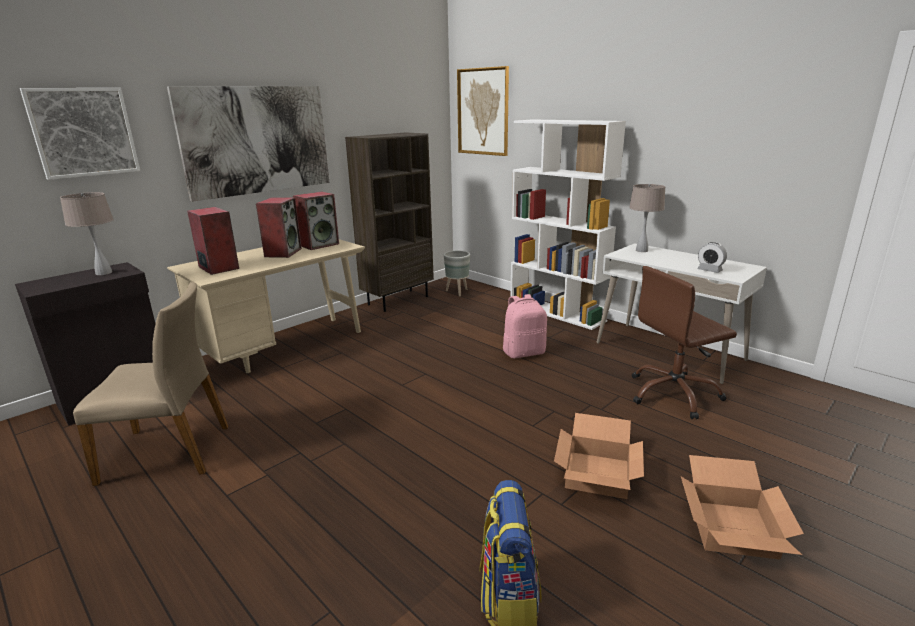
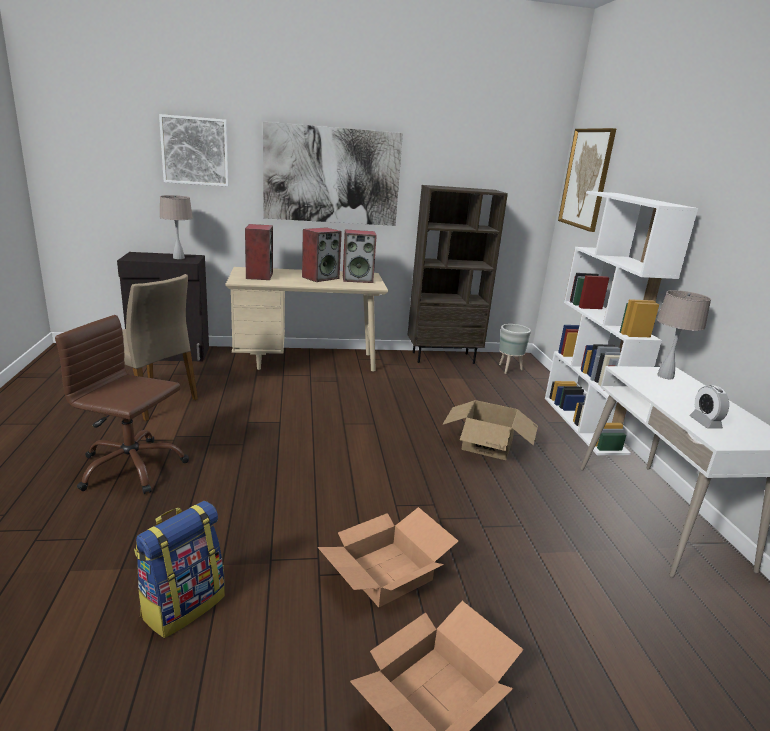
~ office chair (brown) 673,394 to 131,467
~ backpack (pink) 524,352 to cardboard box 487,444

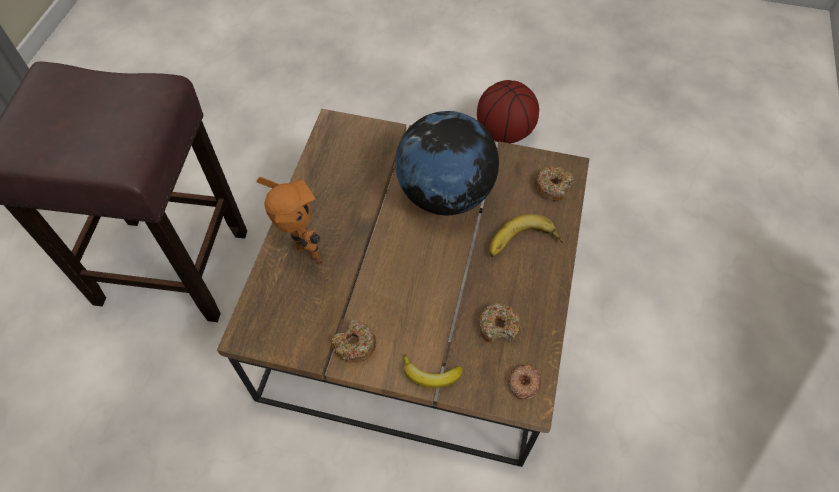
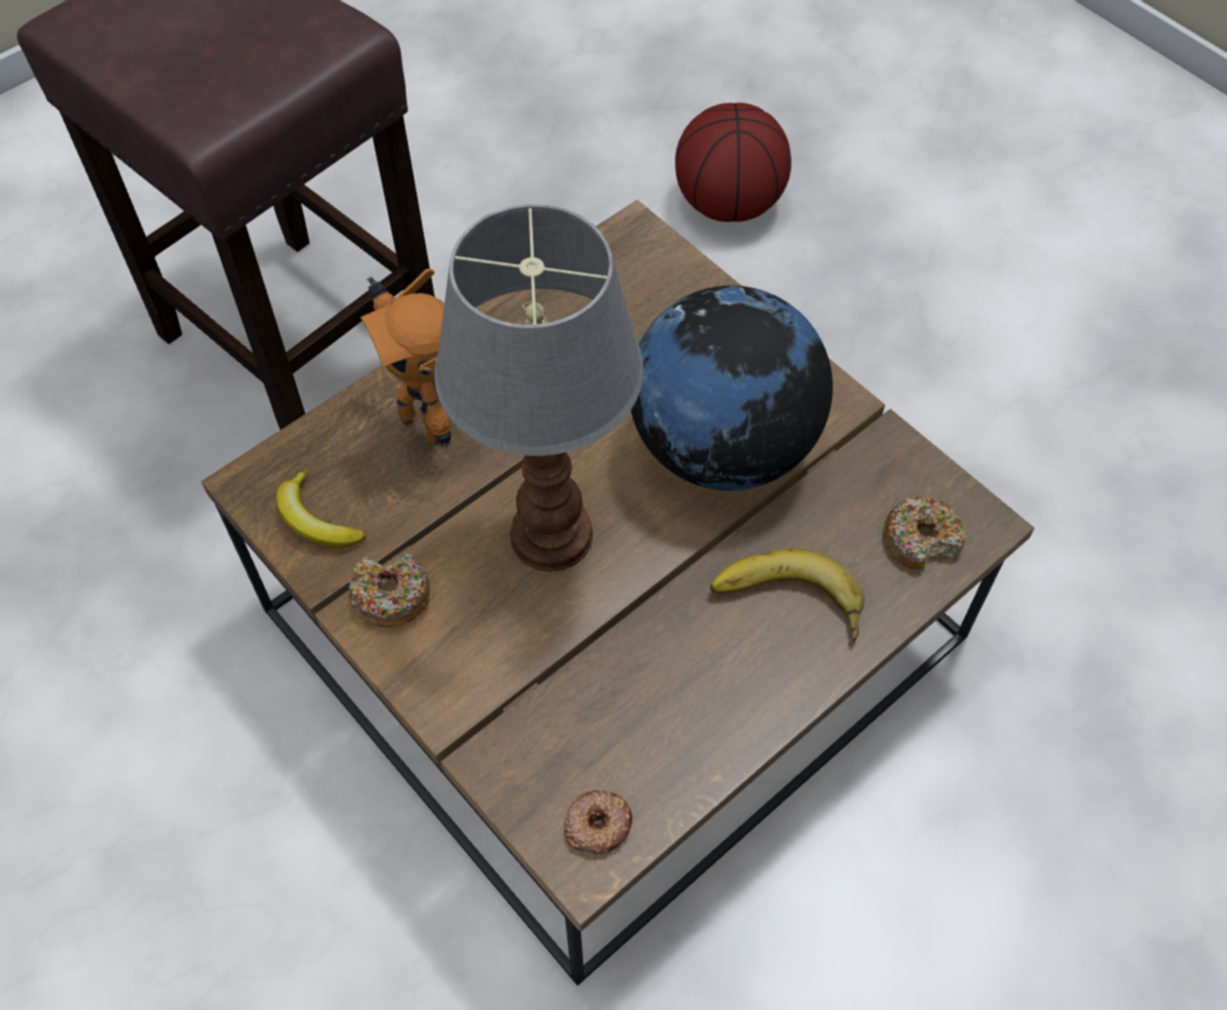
~ basketball 504,132 to 729,203
~ toy robot 306,258 = 427,421 150 degrees clockwise
- donut 498,326
~ banana 430,375 to 316,520
+ table lamp 549,533

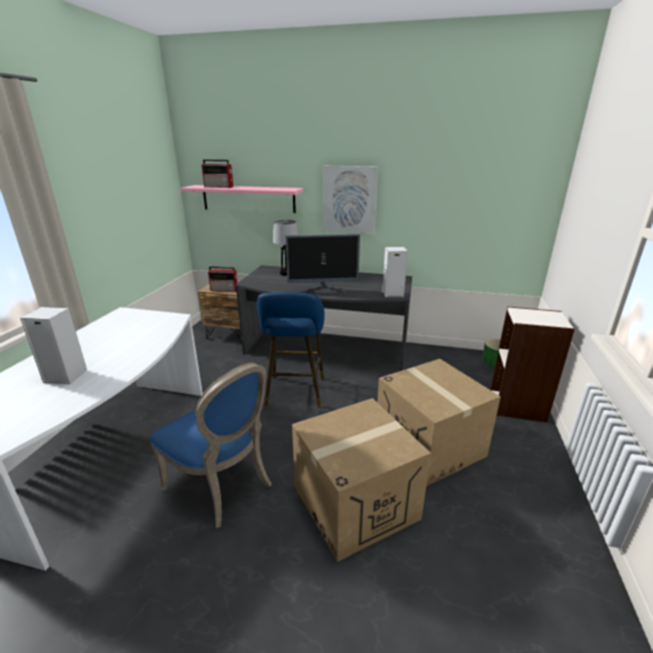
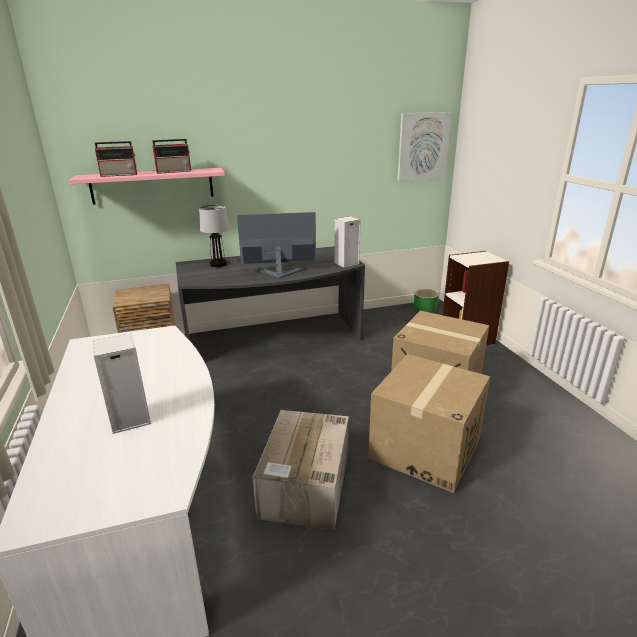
~ picture 349,199 to 423,146
~ monitor 322,290 = 279,273 150 degrees counterclockwise
~ radio 225,290 to 174,171
- stool (blue) 295,394
~ chair (blue) 223,486 to cardboard box 305,485

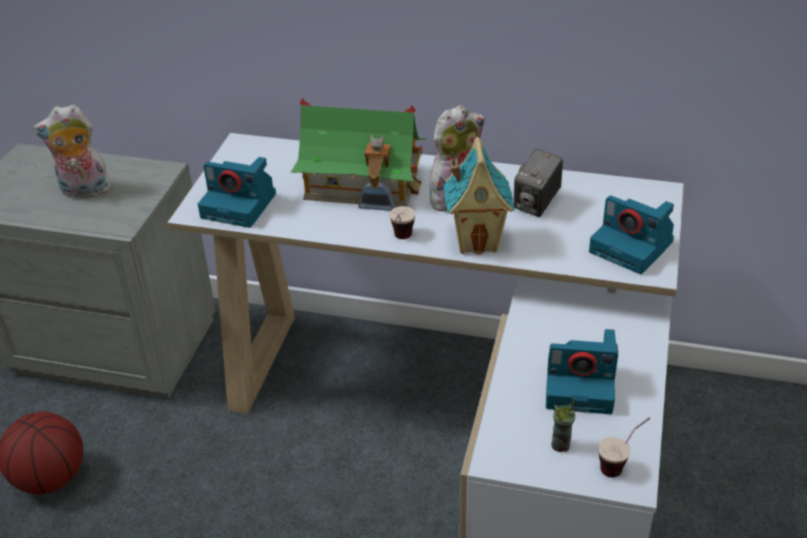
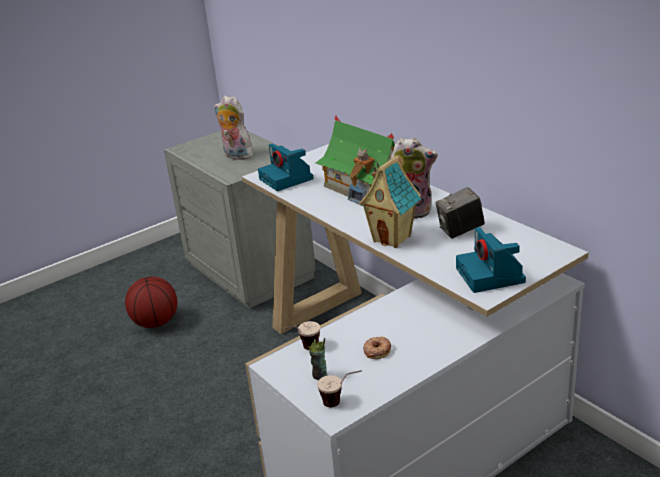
~ cup 401,241 to 303,350
~ photo camera 581,385 to donut 377,350

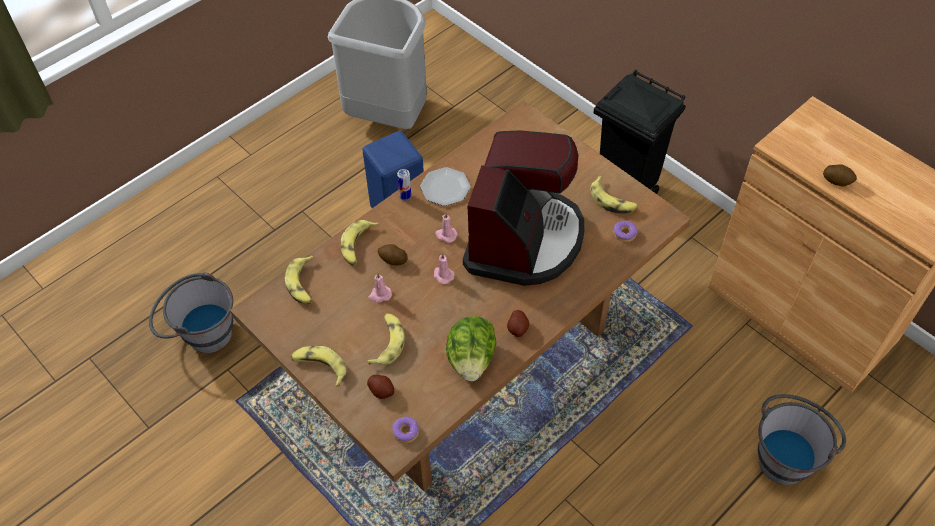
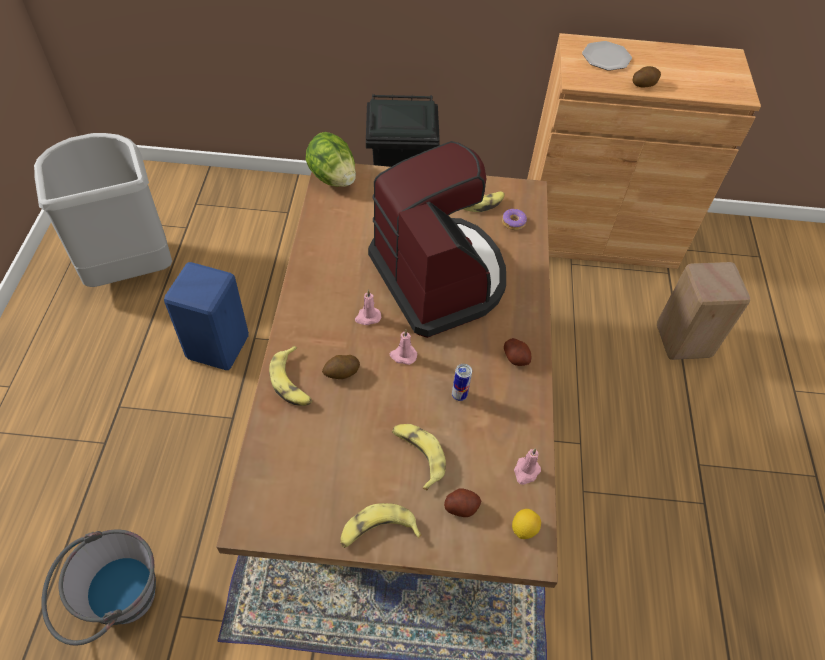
~ plate 445,188 to 606,58
~ can 405,197 to 459,395
- banana 303,285
~ candle (pink) 380,295 to 526,471
~ lettuce 471,359 to 332,178
~ bucket (grey) 786,454 to stool (beige) 684,339
~ donut 406,432 to lemon 524,528

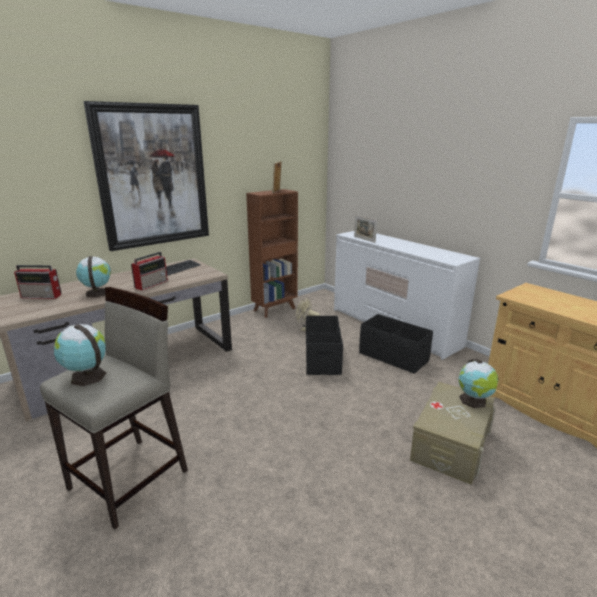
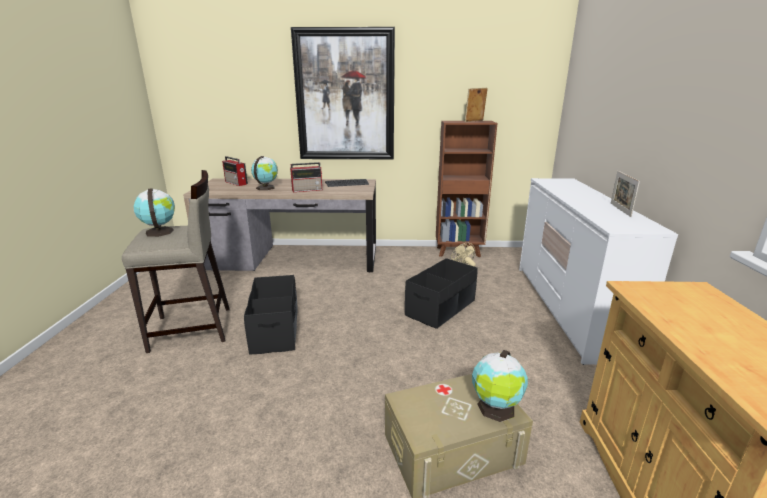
~ picture frame 364,239 to 620,210
~ storage box (black) 393,356 to 276,329

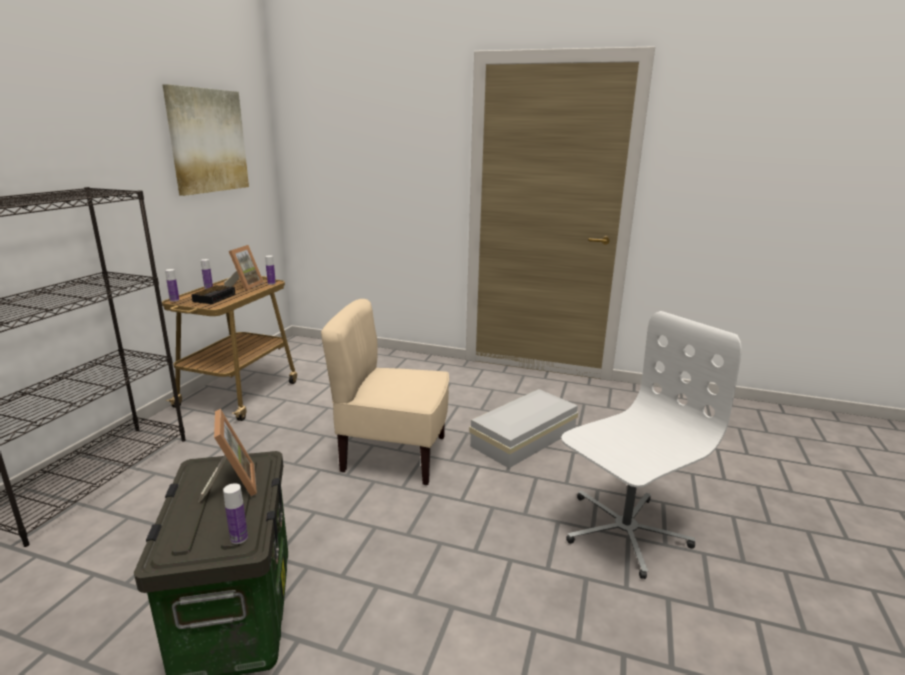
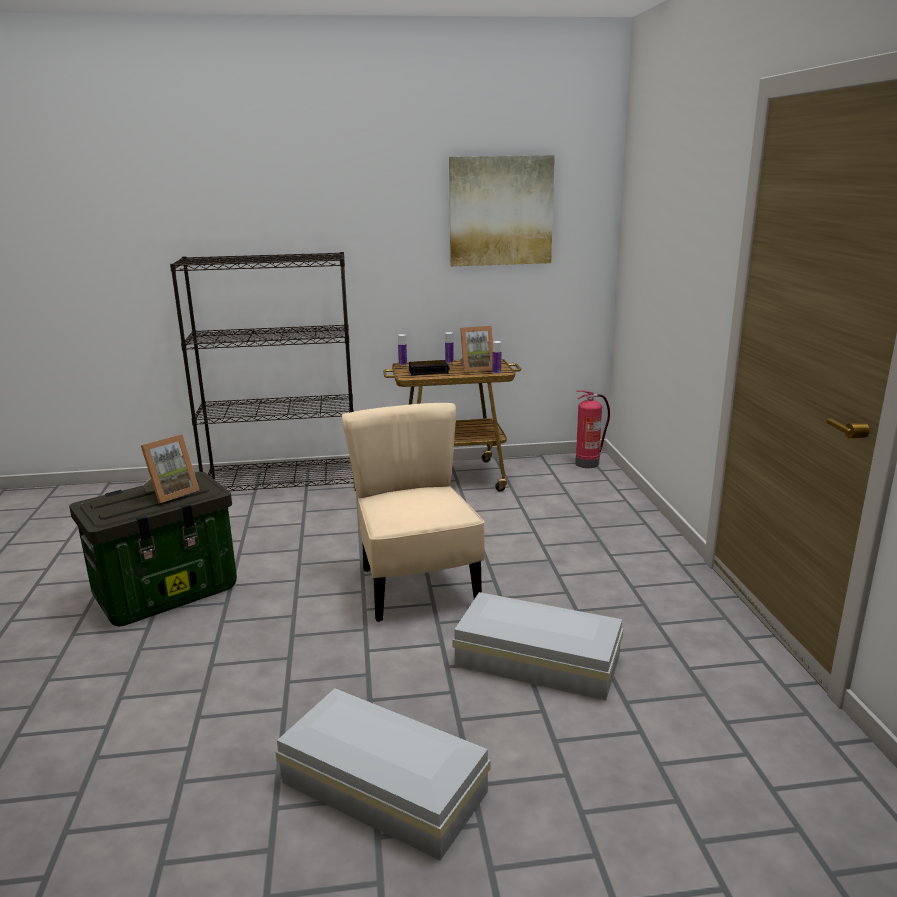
~ office chair (white) 623,531 to storage box (white) 384,790
- bottle 239,538
+ fire extinguisher 588,463

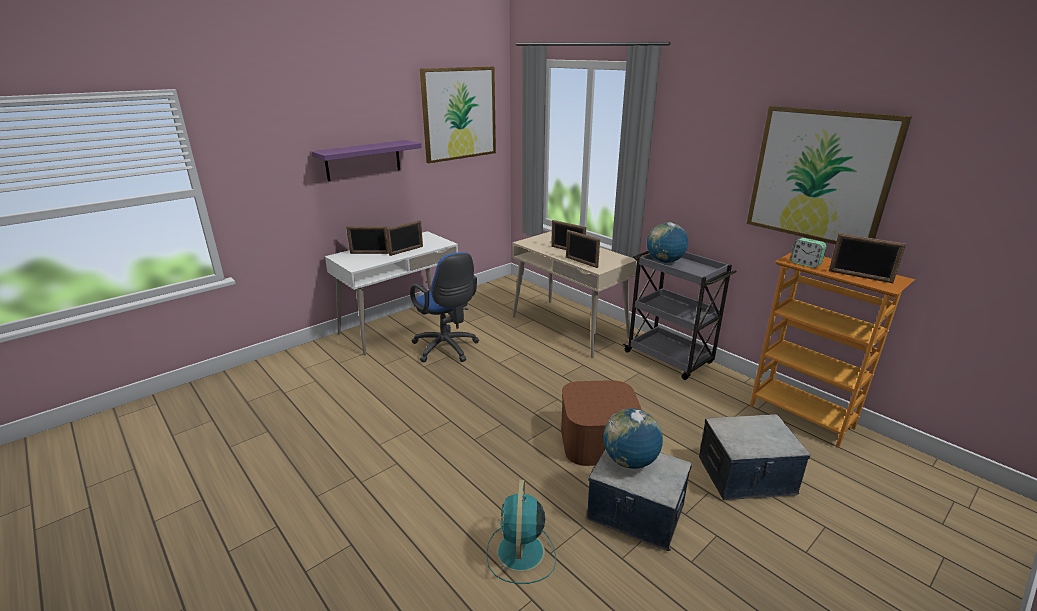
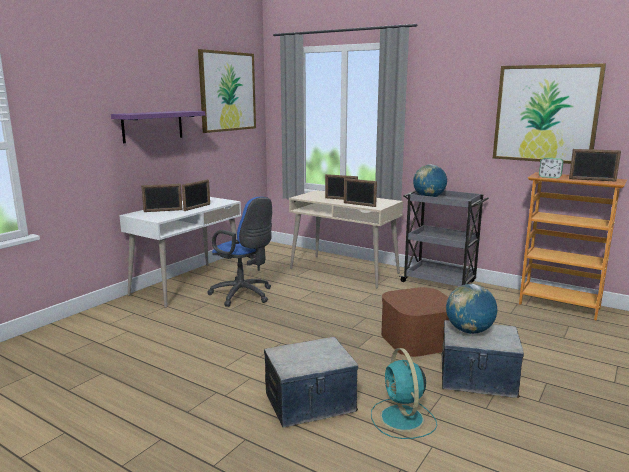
~ storage box 746,476 to 310,403

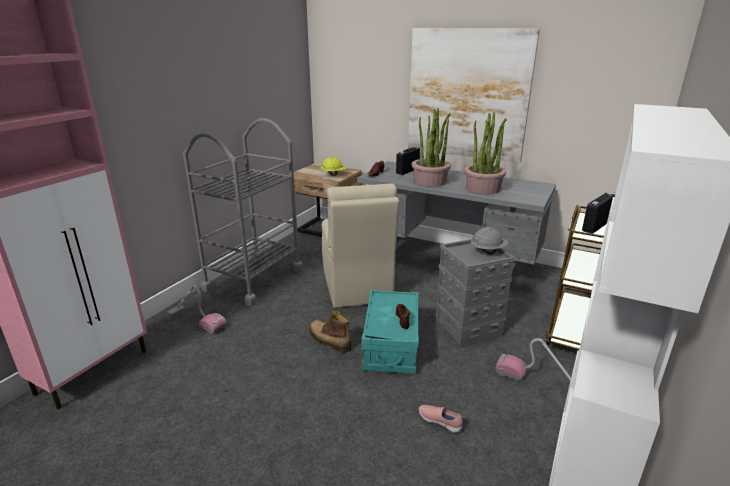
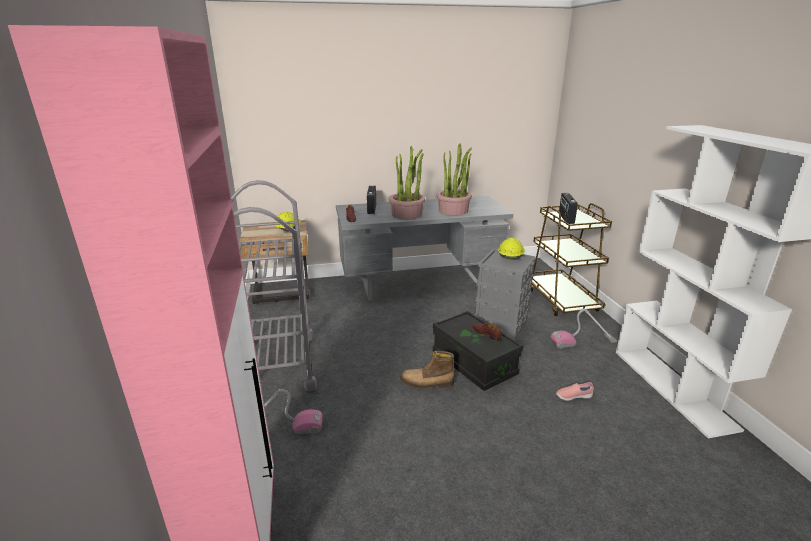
- picture 467,94
- chair (beige) 356,287
~ hard hat (grey) 488,251 to hard hat (yellow) 510,258
~ storage box (turquoise) 391,345 to storage box (black) 474,363

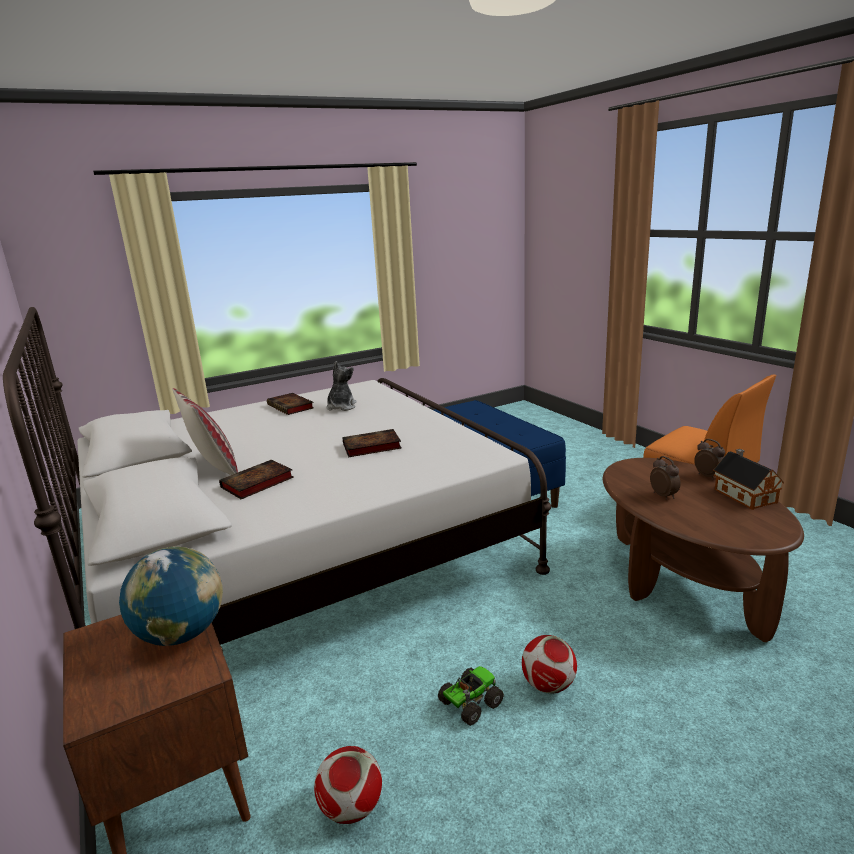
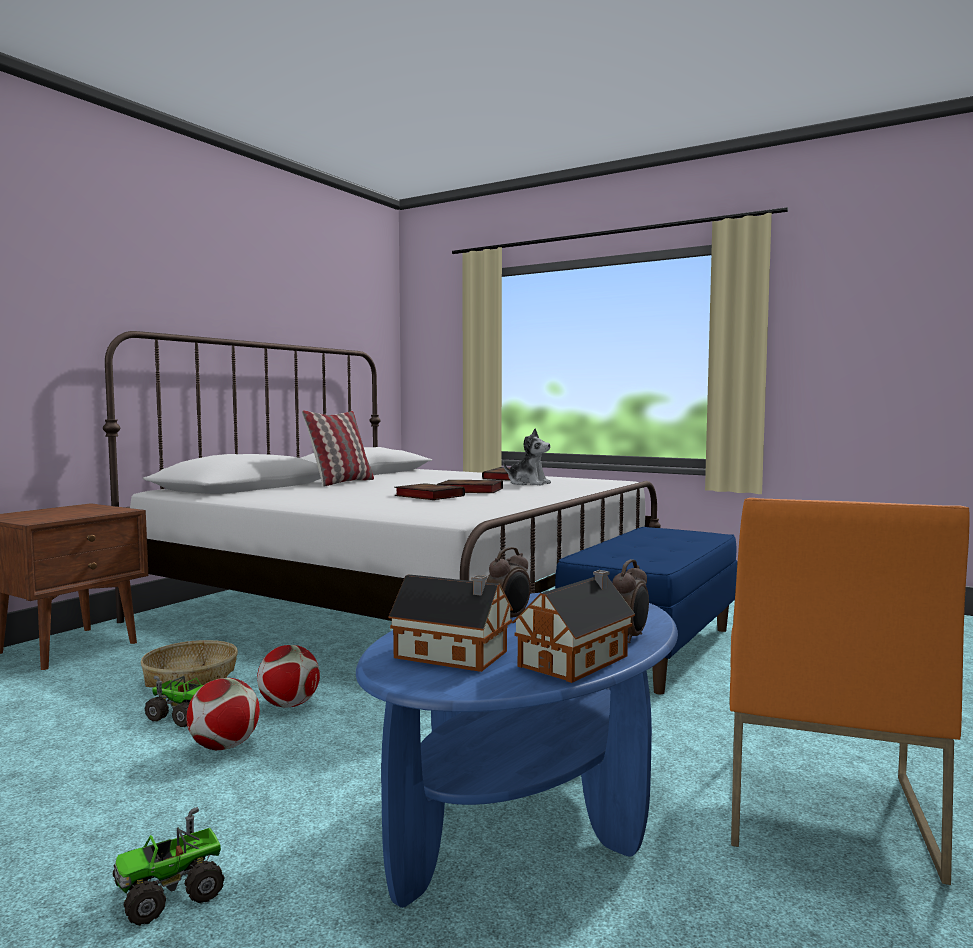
~ plush toy 341,407 = 528,483 45 degrees clockwise
~ coffee table (brown) 683,583 to coffee table (blue) 528,813
~ book 256,483 to 468,491
- globe 181,634
~ football 351,808 to 289,705
+ toy house 454,655
+ basket 190,678
+ toy truck 171,891

